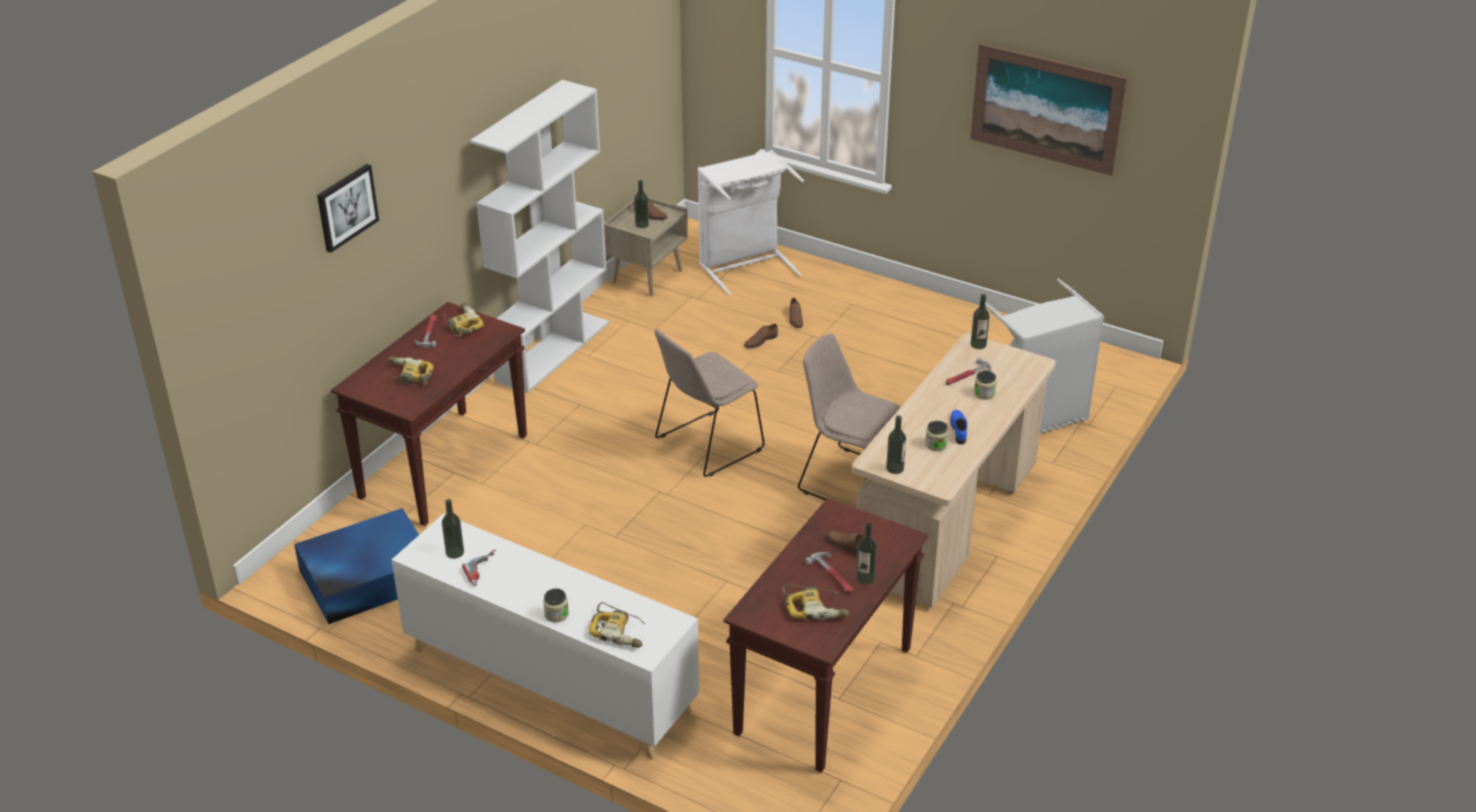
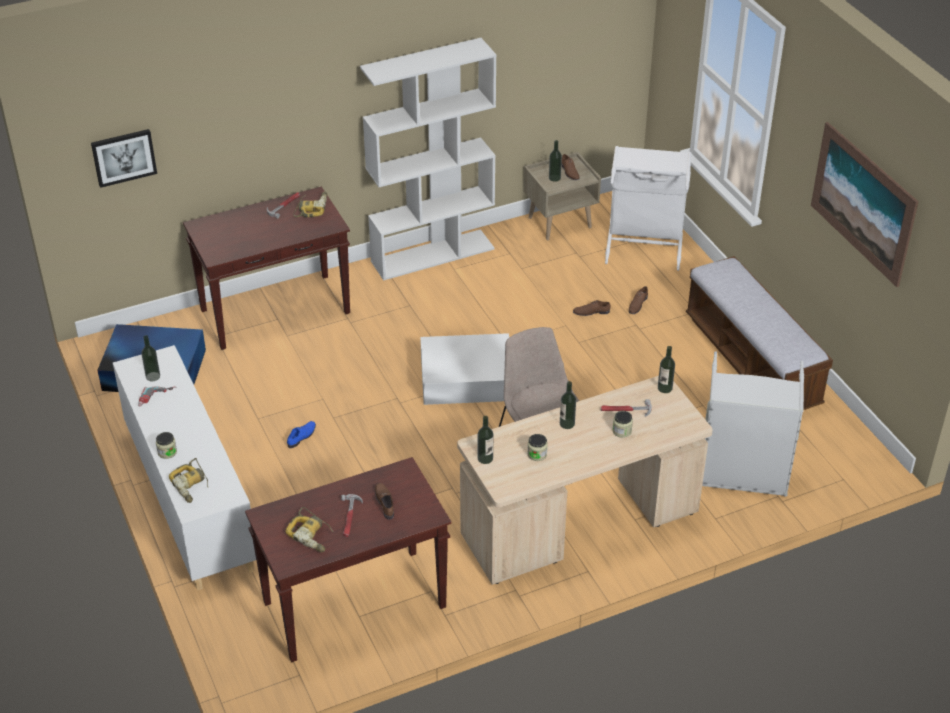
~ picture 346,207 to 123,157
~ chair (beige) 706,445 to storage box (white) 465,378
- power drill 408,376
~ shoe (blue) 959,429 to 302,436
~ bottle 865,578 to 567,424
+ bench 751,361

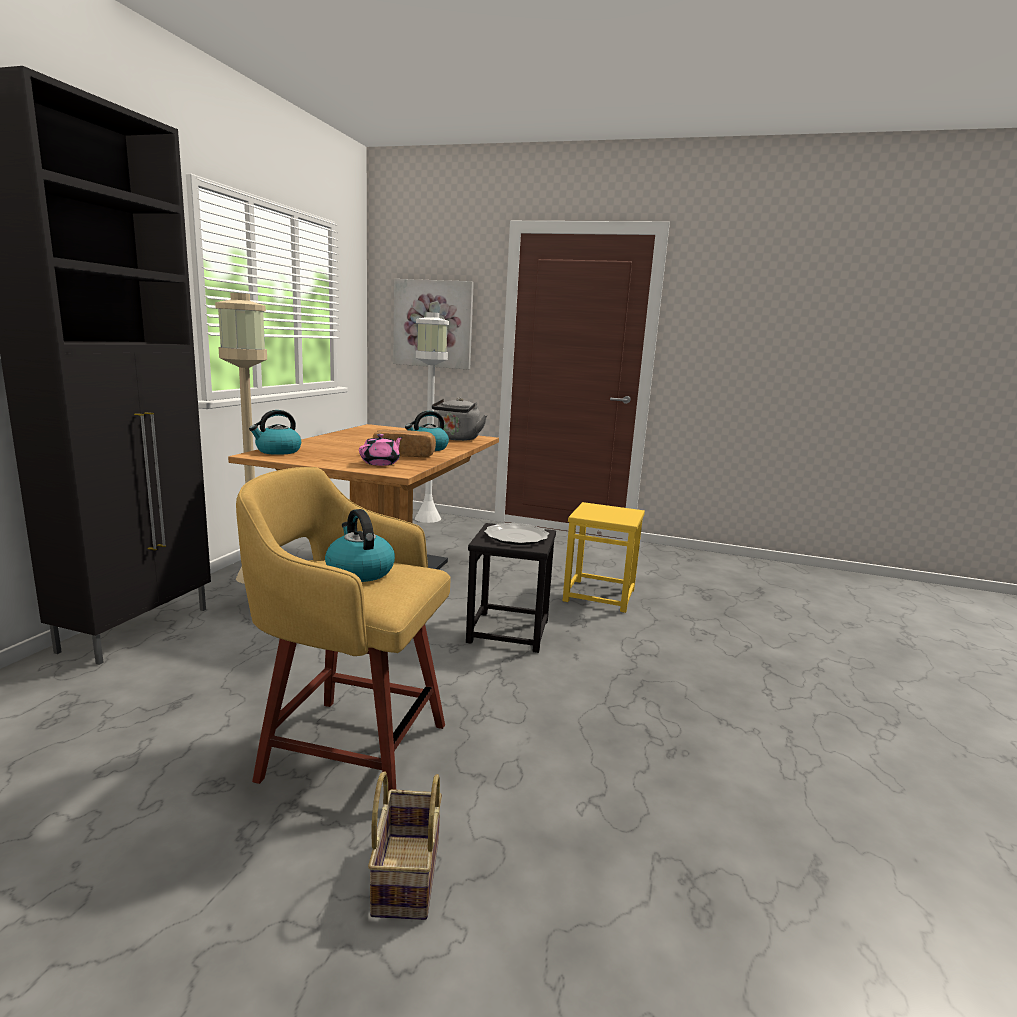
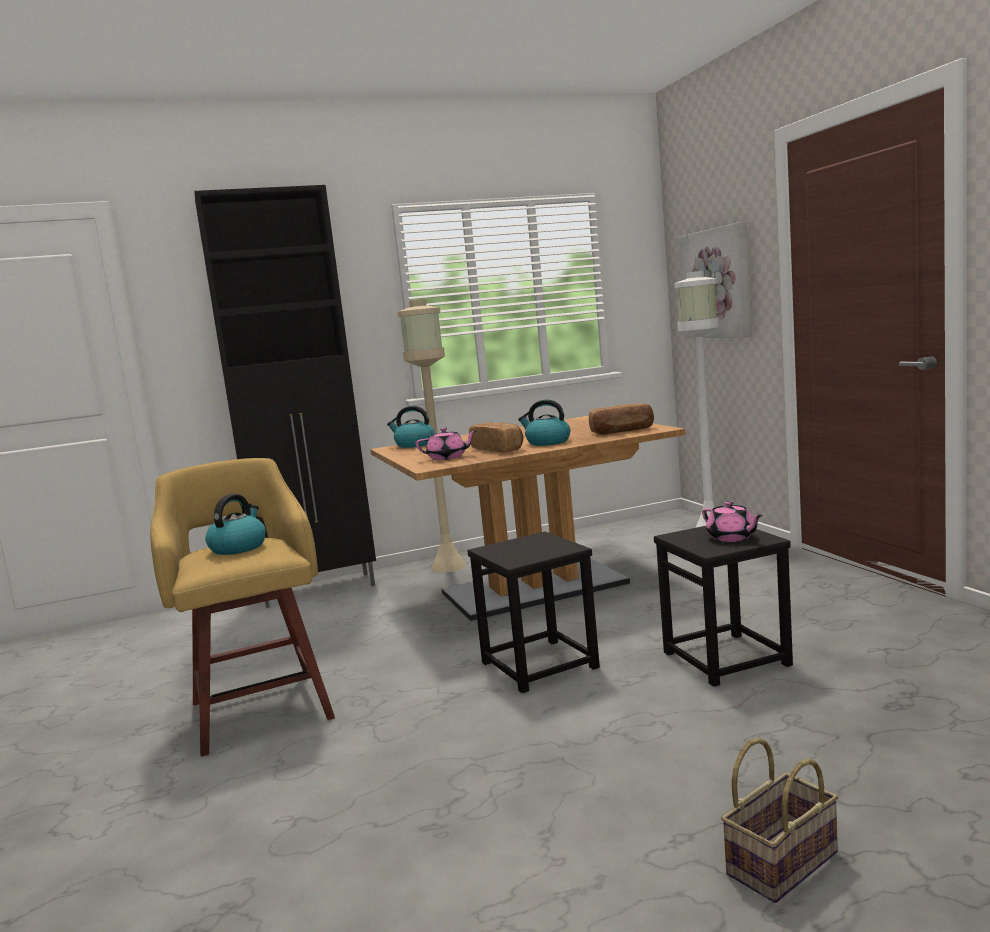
~ kettle (grey) 457,439 to bread 622,431
~ stool (yellow) 599,595 to stool (black) 727,658
- plate 516,537
~ basket 405,873 to 782,861
+ teapot (pink) 731,538

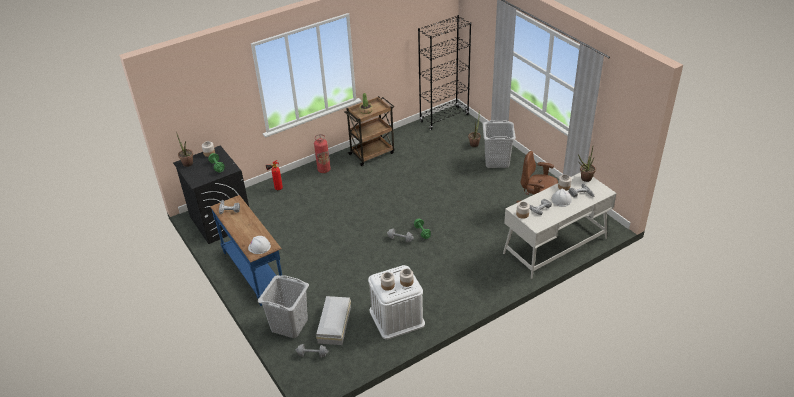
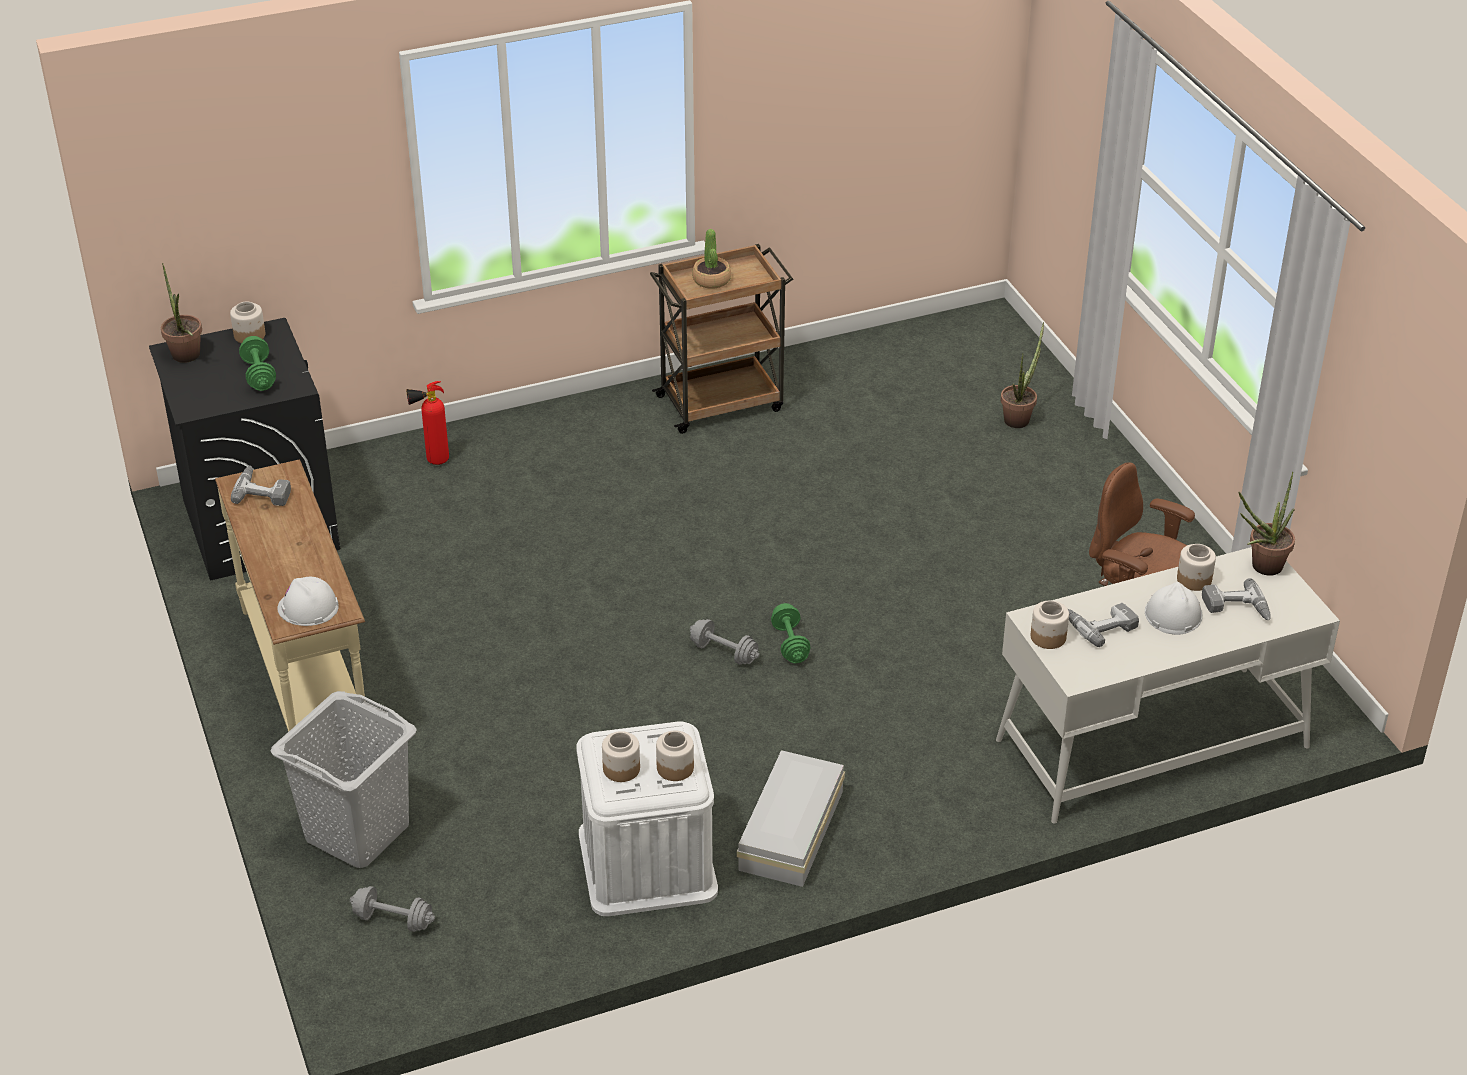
- bookcase (black) 444,118
- laundry basket (grey) 496,161
- fire extinguisher 324,170
~ console table (blue) 254,272 to console table (beige) 307,677
~ storage box (white) 333,325 to 789,831

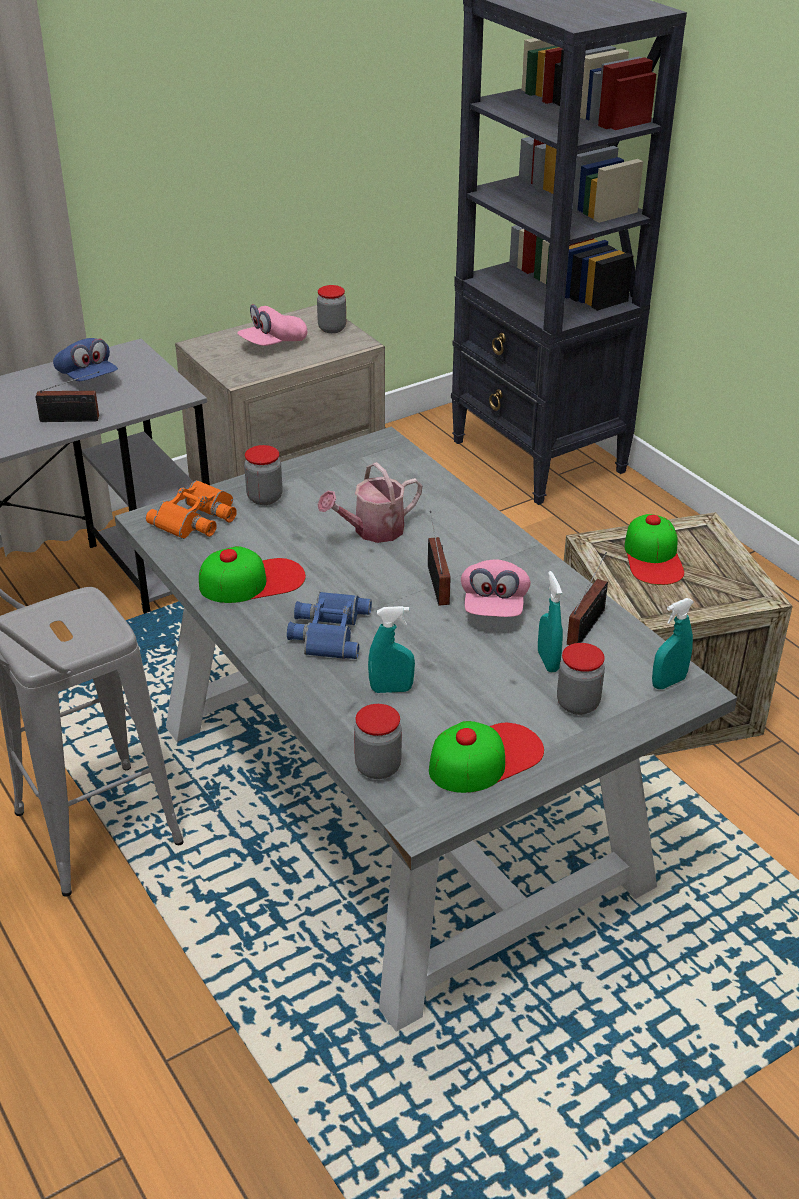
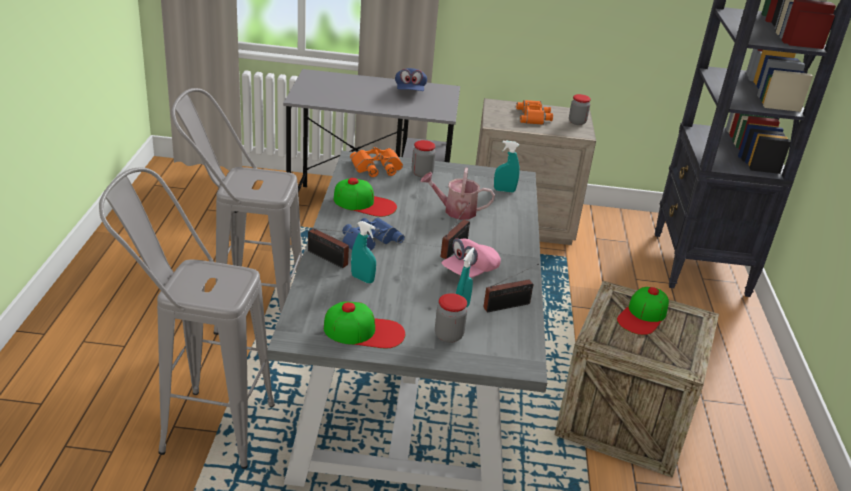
~ cap (pink) 273,344 to binoculars (orange) 534,117
~ radio 73,419 to 329,259
~ spray bottle (turquoise) 668,682 to 504,190
- jar 378,767
+ stool (grey) 200,425

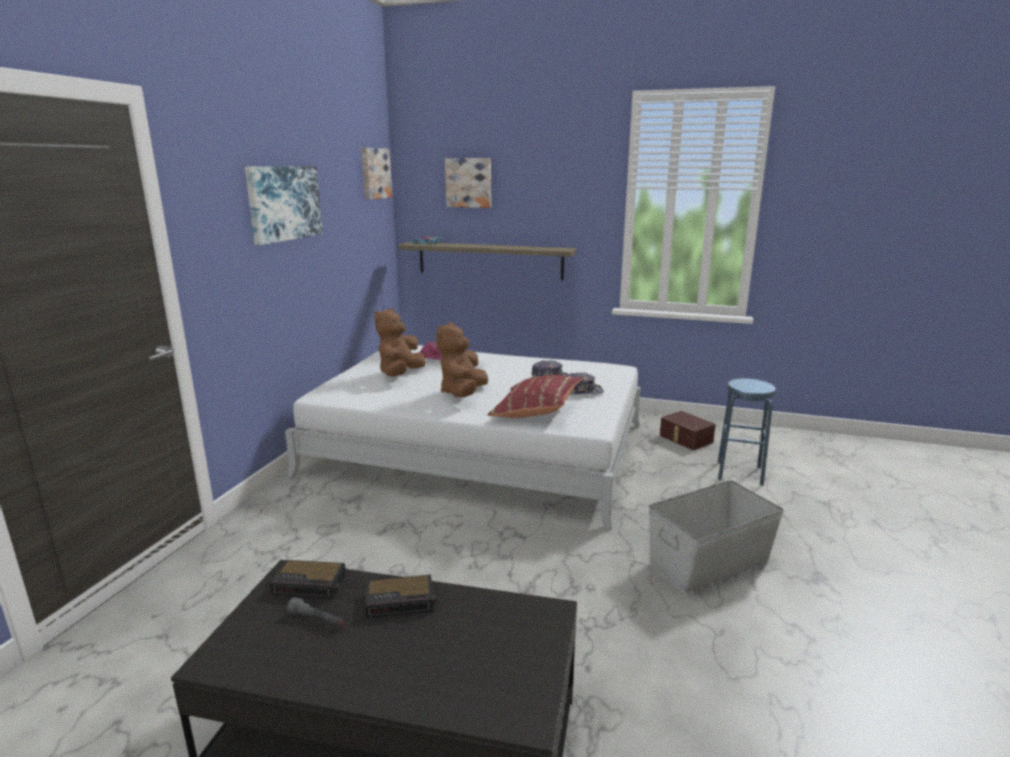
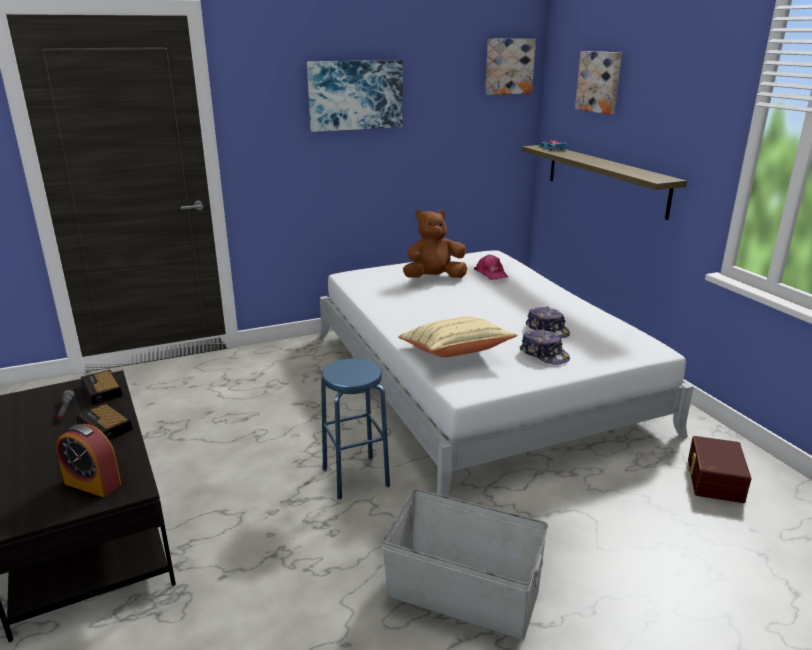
- plush toy (brown) 463,393
~ pillow (red) 535,412 to pillow (beige) 455,353
~ stool (blue) 739,473 to 356,477
+ alarm clock 93,484

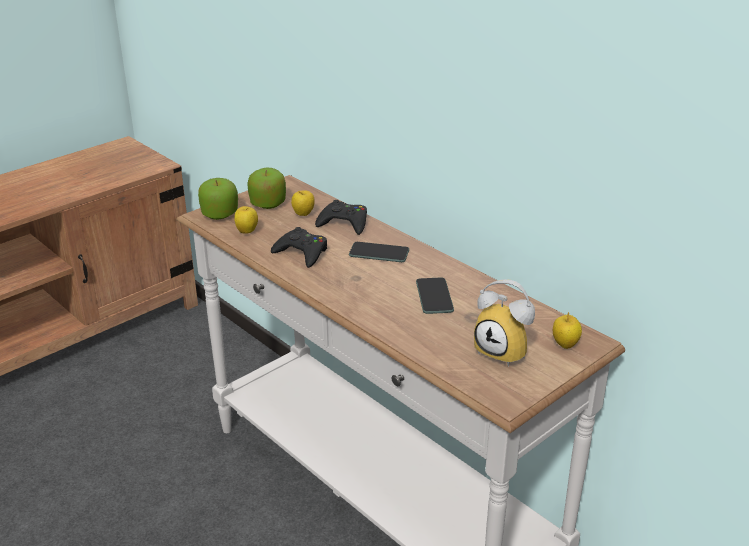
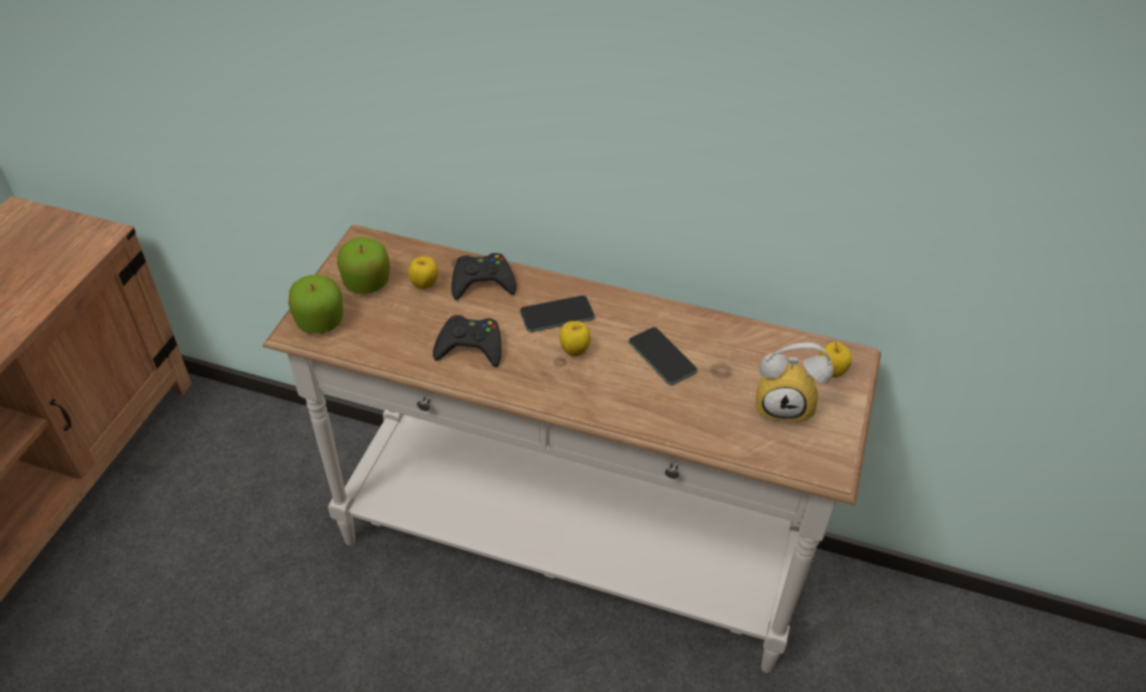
~ apple 247,231 to 574,351

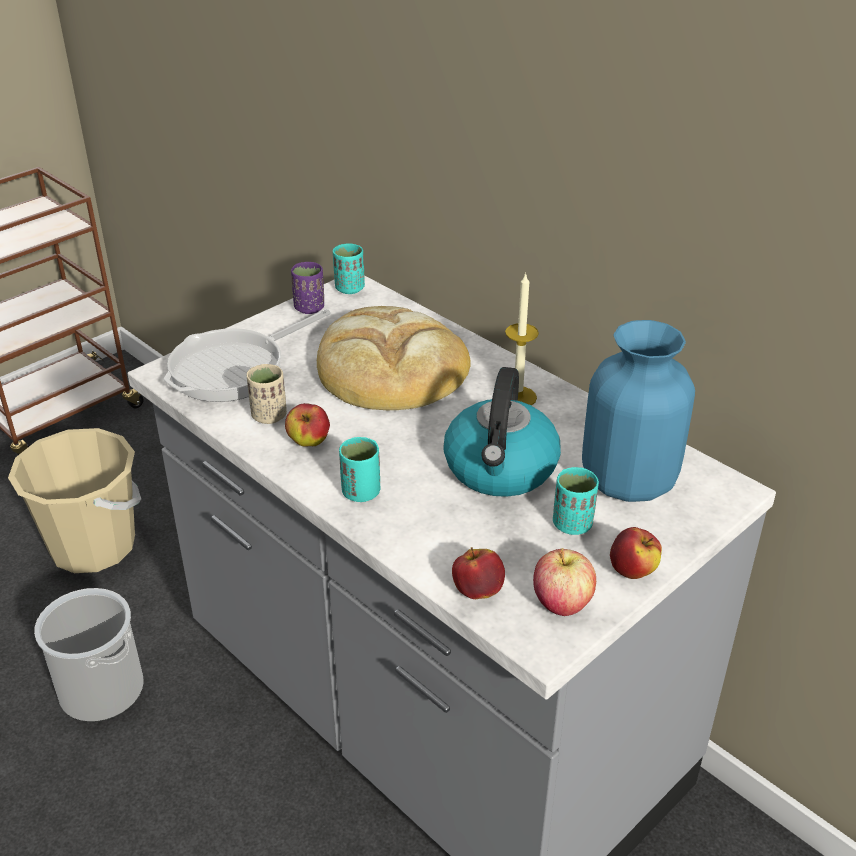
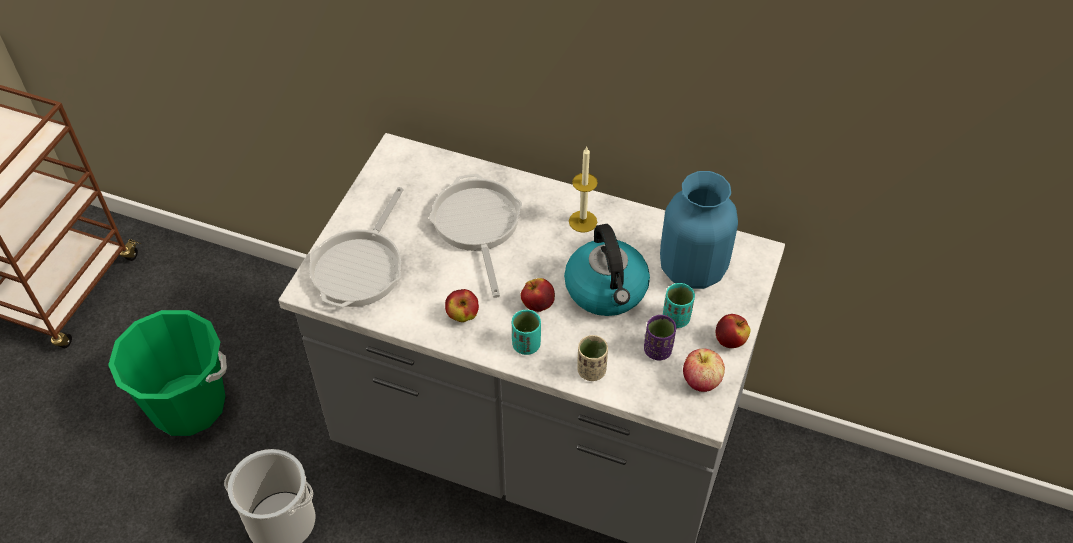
- cup (turquoise) 349,288
~ cup (purple) 309,308 to 658,350
~ bread 390,368 to frying pan 477,225
~ cup (beige) 269,416 to 591,370
~ bucket (beige) 93,546 to bucket (green) 188,405
~ apple 477,591 to 537,304

